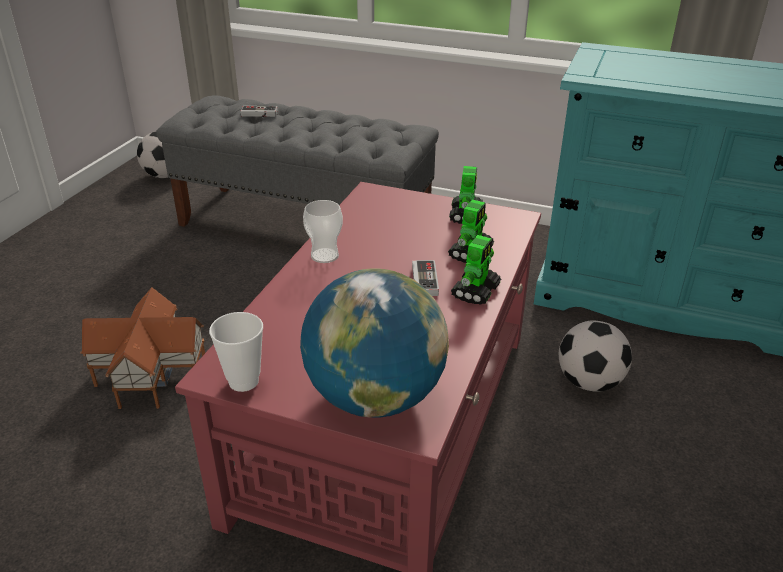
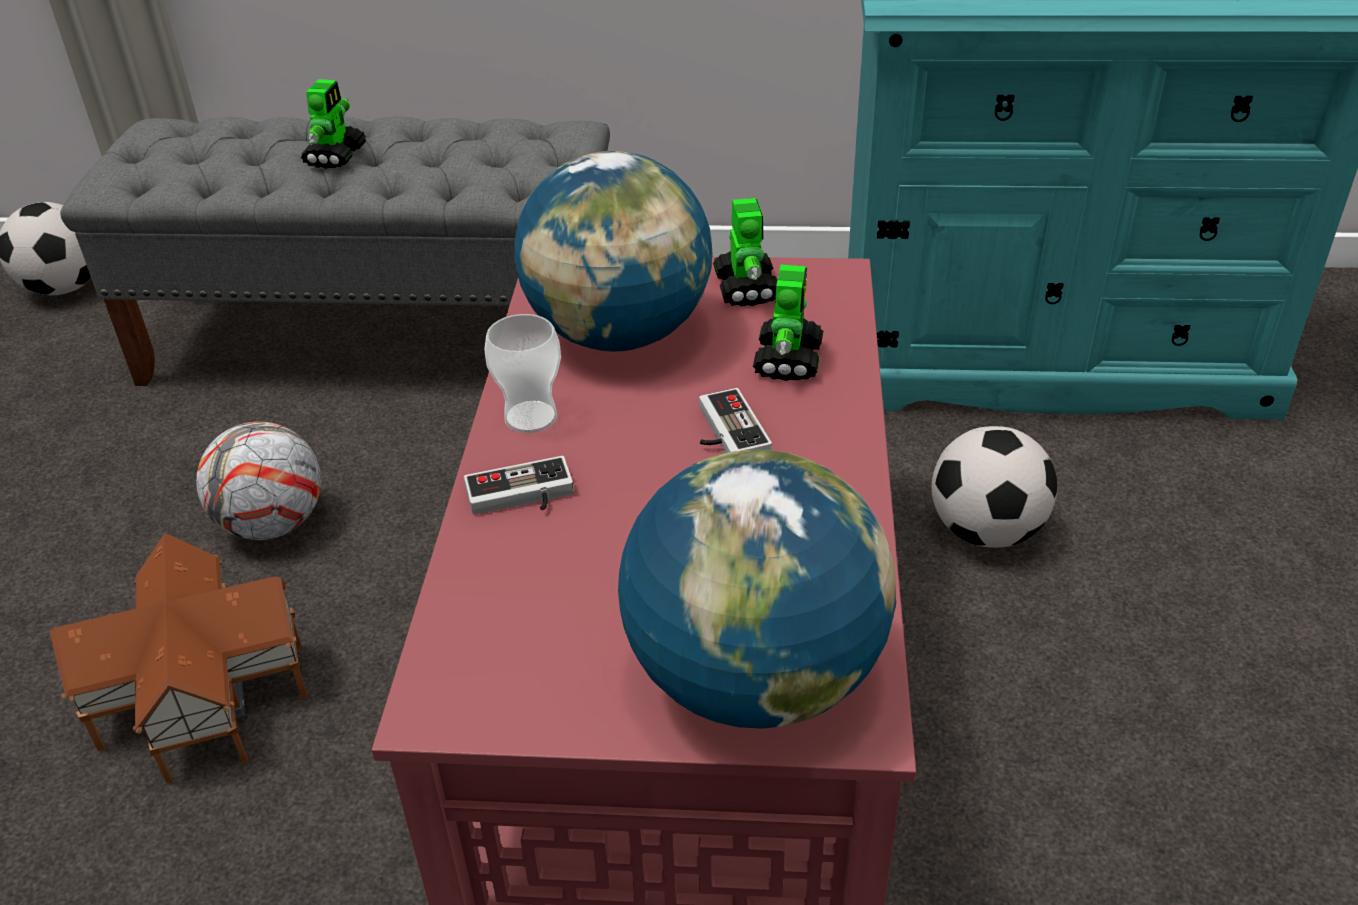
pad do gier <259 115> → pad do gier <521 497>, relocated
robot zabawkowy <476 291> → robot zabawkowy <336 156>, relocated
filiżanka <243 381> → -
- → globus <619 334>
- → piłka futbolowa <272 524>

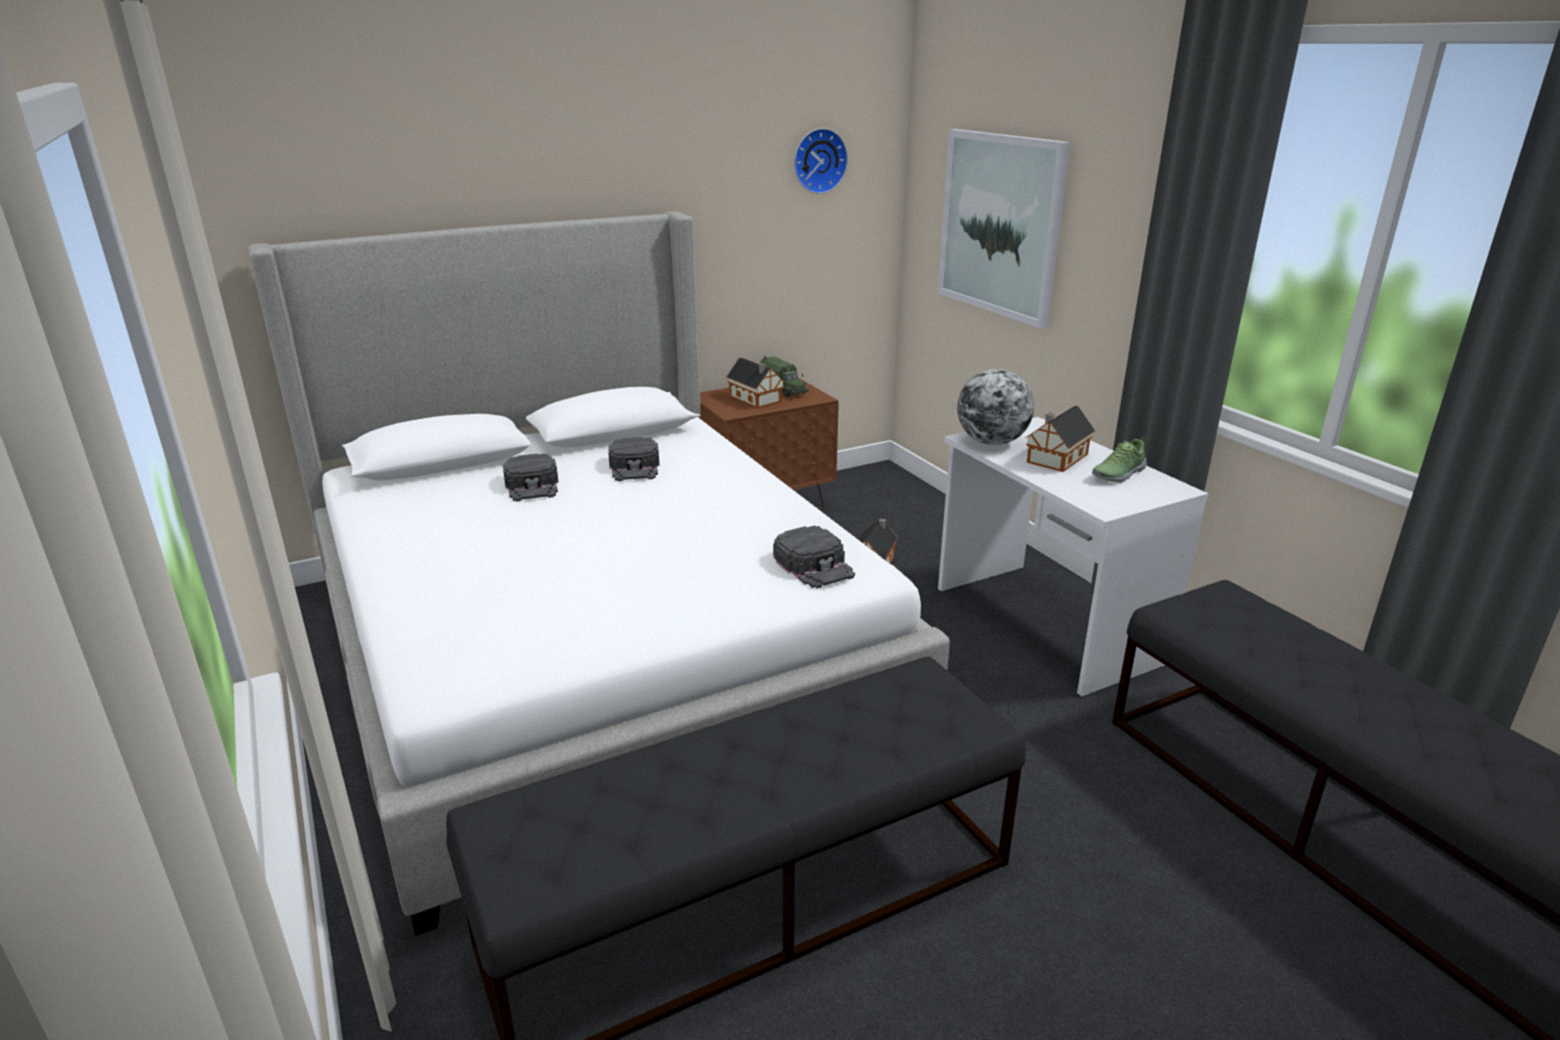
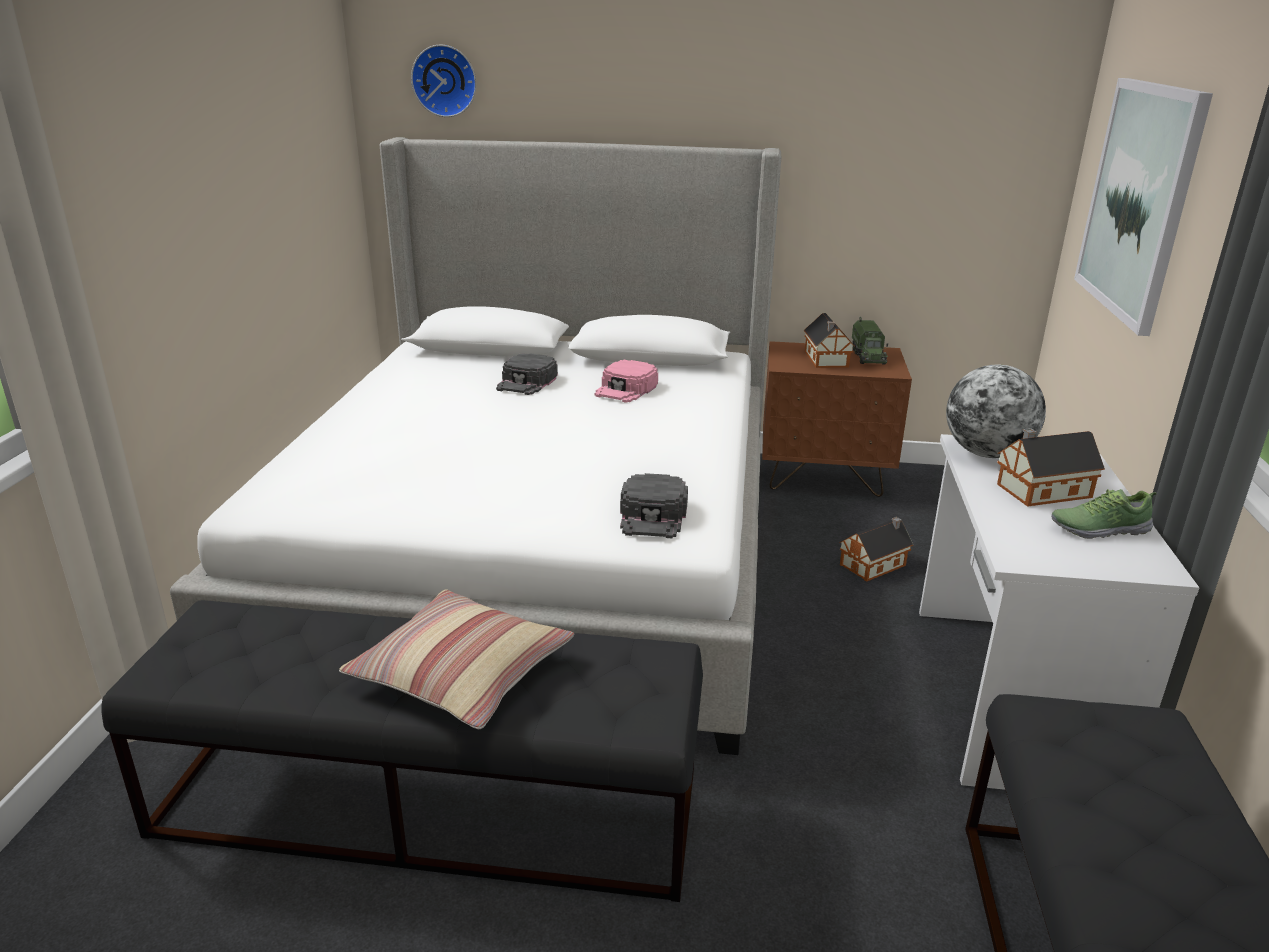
zegar ścienny <818 160> → zegar ścienny <445 81>, relocated
czapka z daszkiem/czarny <635 467> → czapka z daszkiem/różowy <626 389>
- → poduszka <462 673>

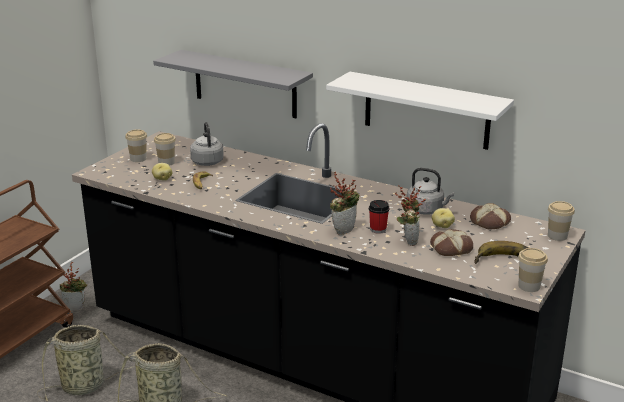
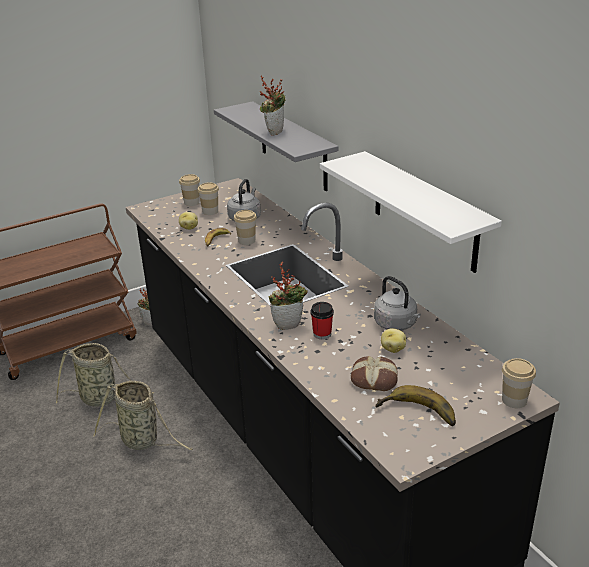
roślina doniczkowa <408 240> → roślina doniczkowa <274 132>, relocated
chleb <490 222> → -
filiżanka <529 286> → filiżanka <246 241>, relocated

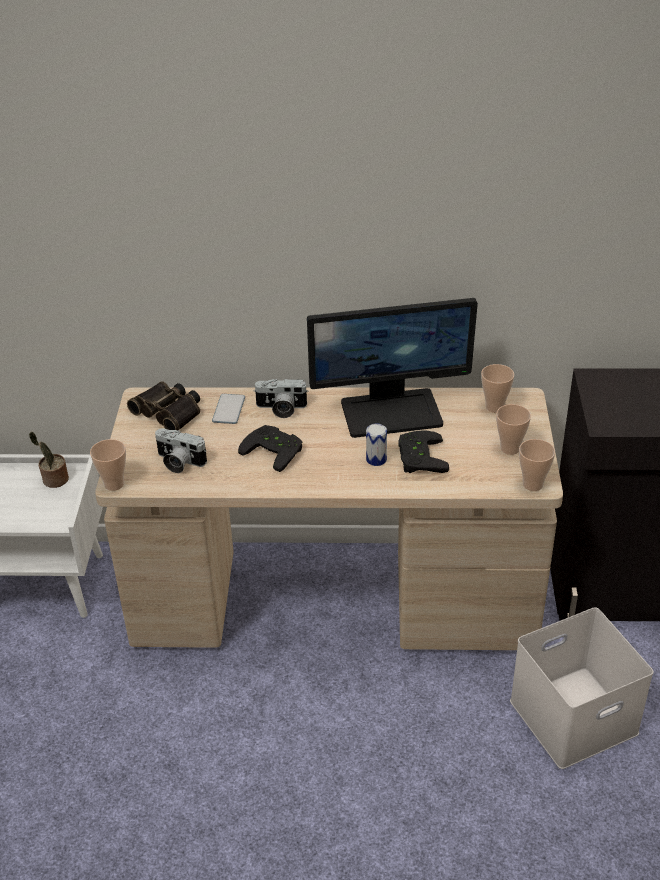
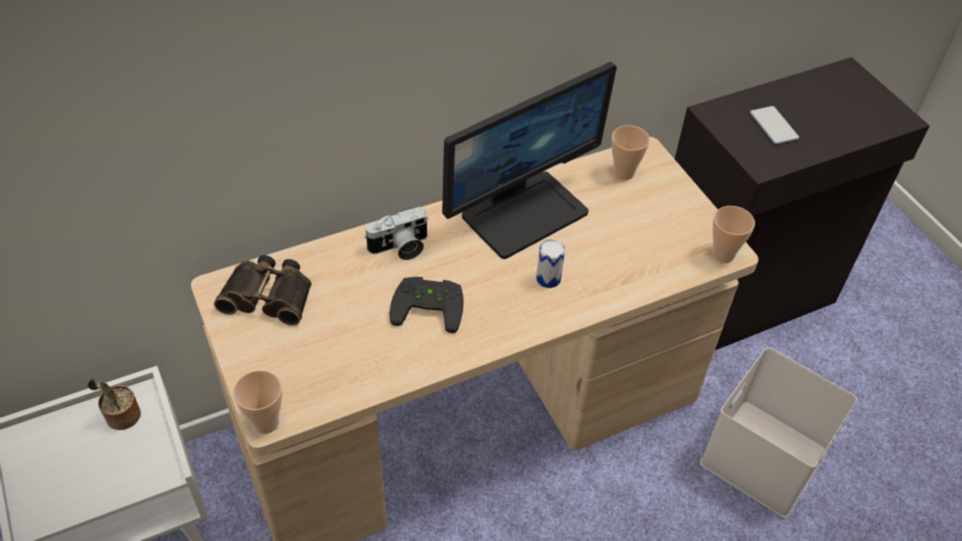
telefon <228 410> → telefon <773 126>, relocated
filiżanka <510 448> → -
aparat fotograficzny <178 462> → -
pad do gier/czarny <418 457> → -

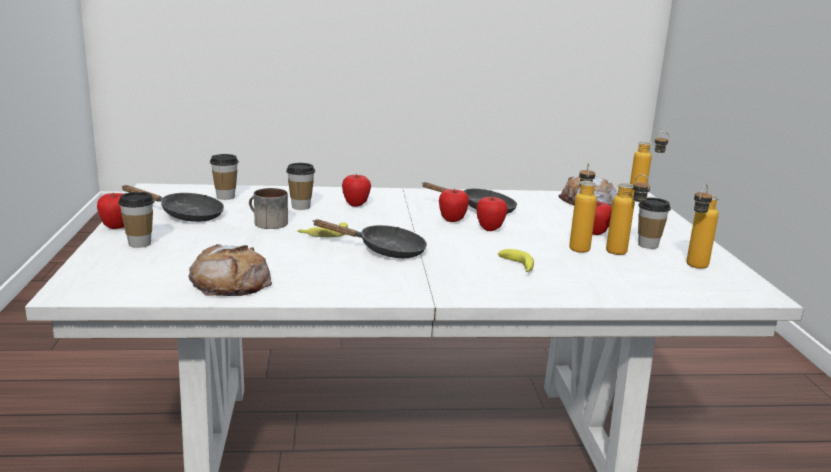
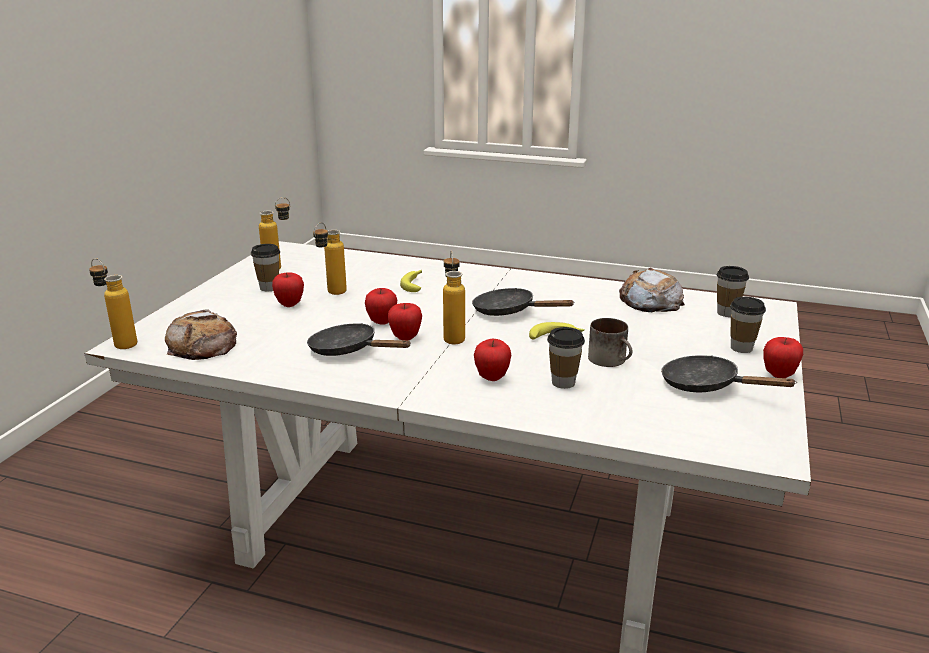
filiżanka <225 197> → filiżanka <727 313>, relocated
butelka <622 254> → butelka <453 336>, relocated

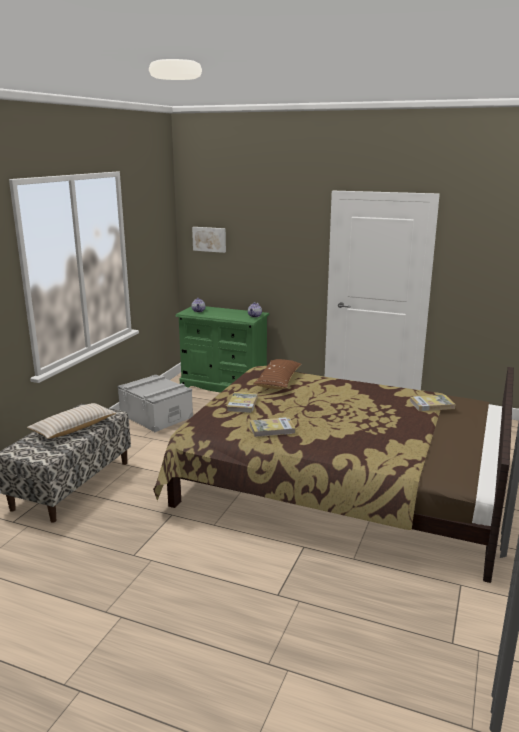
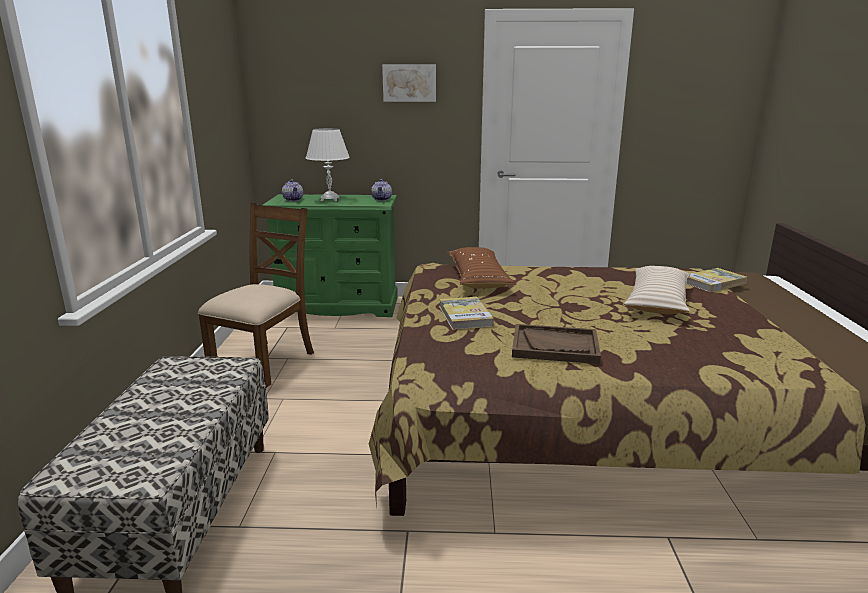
obraz <209 239> → obraz <409 83>, relocated
pojemnik do przechowywania/szary <156 416> → krzesło/brązowy <264 362>
poduszka/beżowy <73 428> → poduszka/beżowy <657 301>, relocated
książka <272 429> → taca/brązowy <555 346>
- → lampa stołowa/biały <330 199>

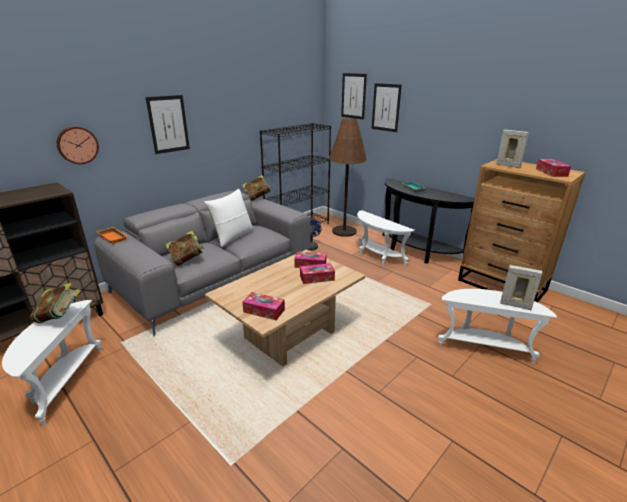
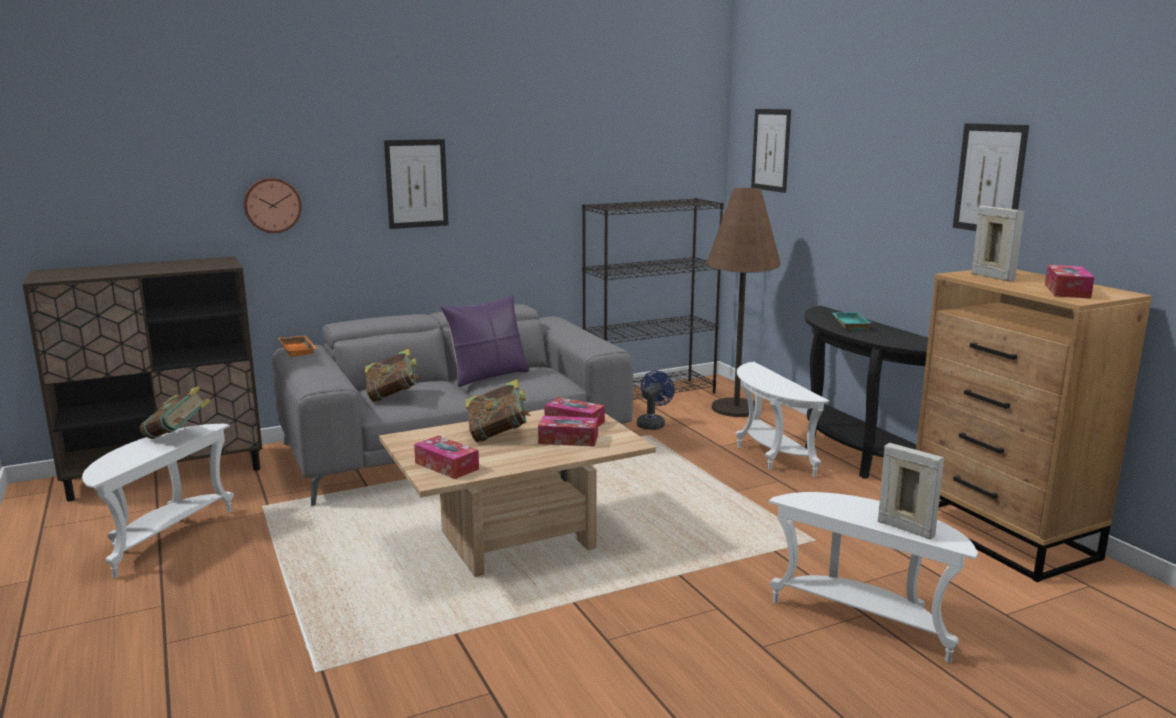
obraz <386 107> → obraz <989 178>, relocated
książka <257 197> → książka <498 435>, relocated
poduszka/biały <232 237> → poduszka/fioletowy <488 376>

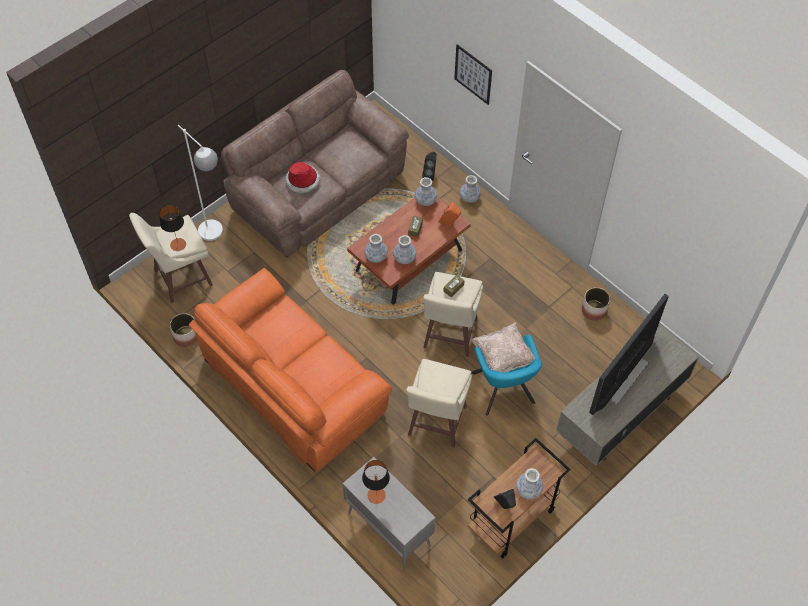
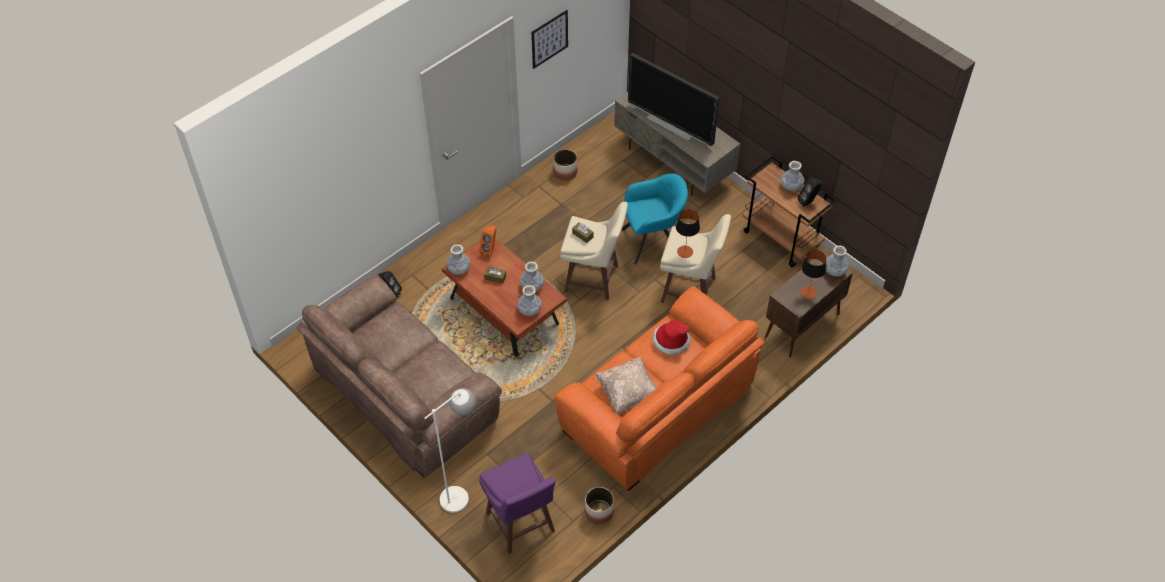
obraz <473 74> → obraz <549 39>, relocated
kapelusz <303 180> → kapelusz <671 340>, relocated
wazon <469 197> → wazon <835 271>, relocated
lampa stołowa <178 244> → lampa stołowa <685 252>, relocated
stołek/beżowy <181 278> → stołek/fioletowy <520 524>
poduszka/beżowy <503 357> → poduszka/beżowy <628 393>, relocated
szafka/szary <388 529> → szafka/brązowy <801 326>

